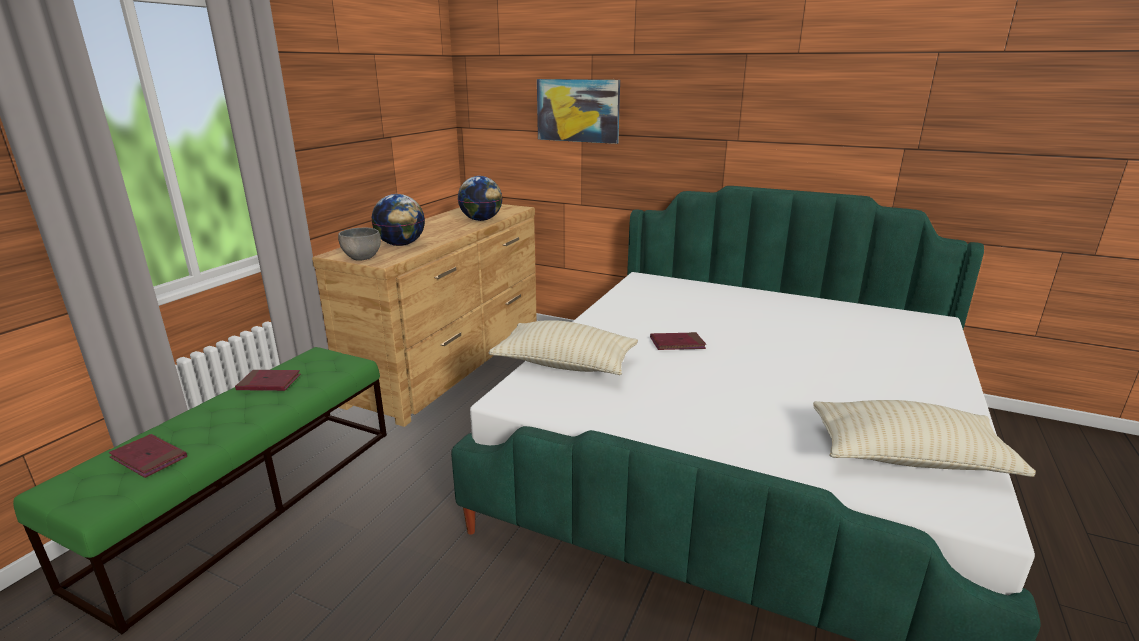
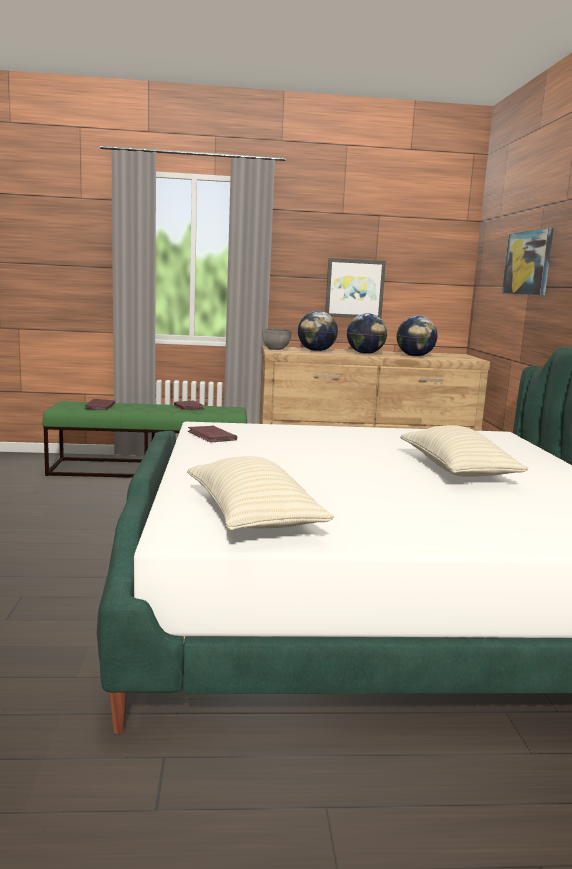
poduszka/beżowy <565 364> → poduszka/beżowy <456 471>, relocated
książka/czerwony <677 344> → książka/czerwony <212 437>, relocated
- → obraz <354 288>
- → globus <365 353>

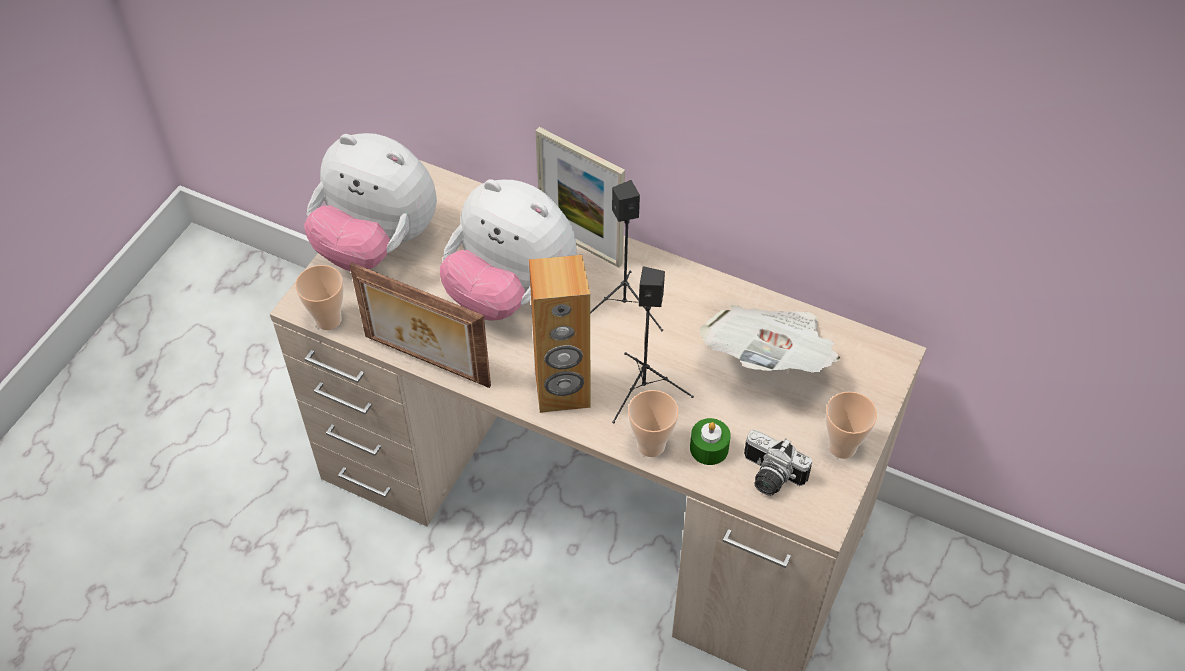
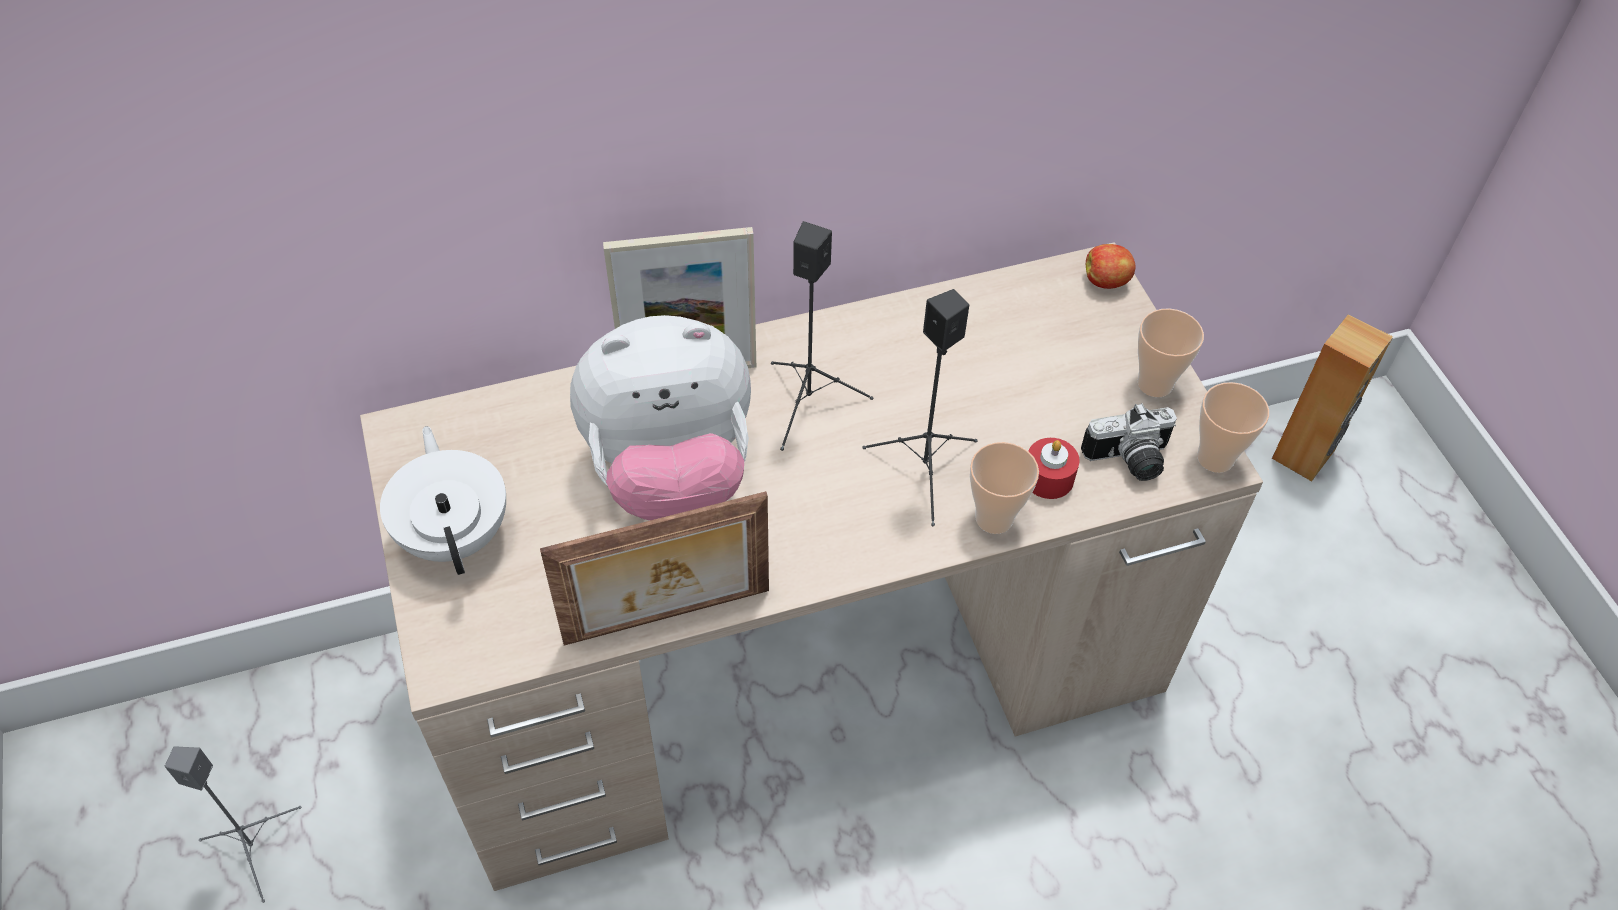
pluszak <377 244> → imbryk/biały <455 533>
głośnik/brązowy <562 391> → głośnik/brązowy <1304 455>, relocated
filiżanka <328 319> → filiżanka <1215 458>, relocated
gazeta <769 359> → -
świeca/zielony <709 448> → świeca/czerwony <1048 478>
- → jabłko <1106 281>
- → głośnik/szary <255 847>

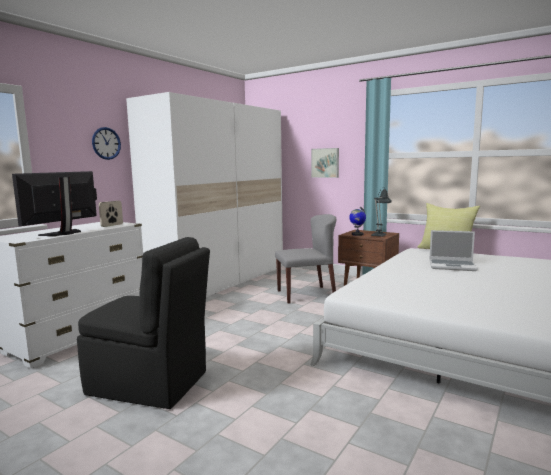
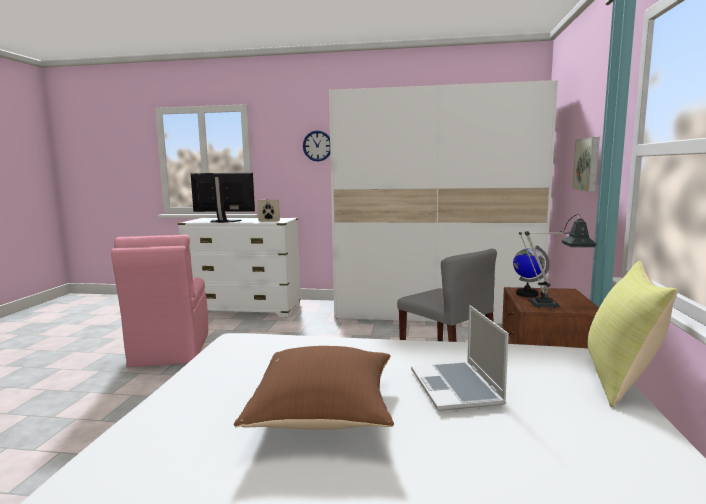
krzesło/czarny <150 384> → krzesło/różowy <170 350>
- → poduszka/brązowy <324 415>

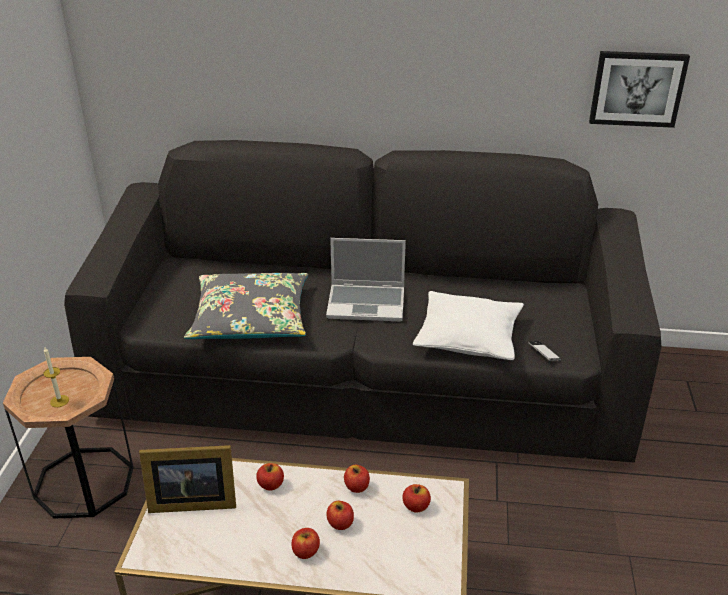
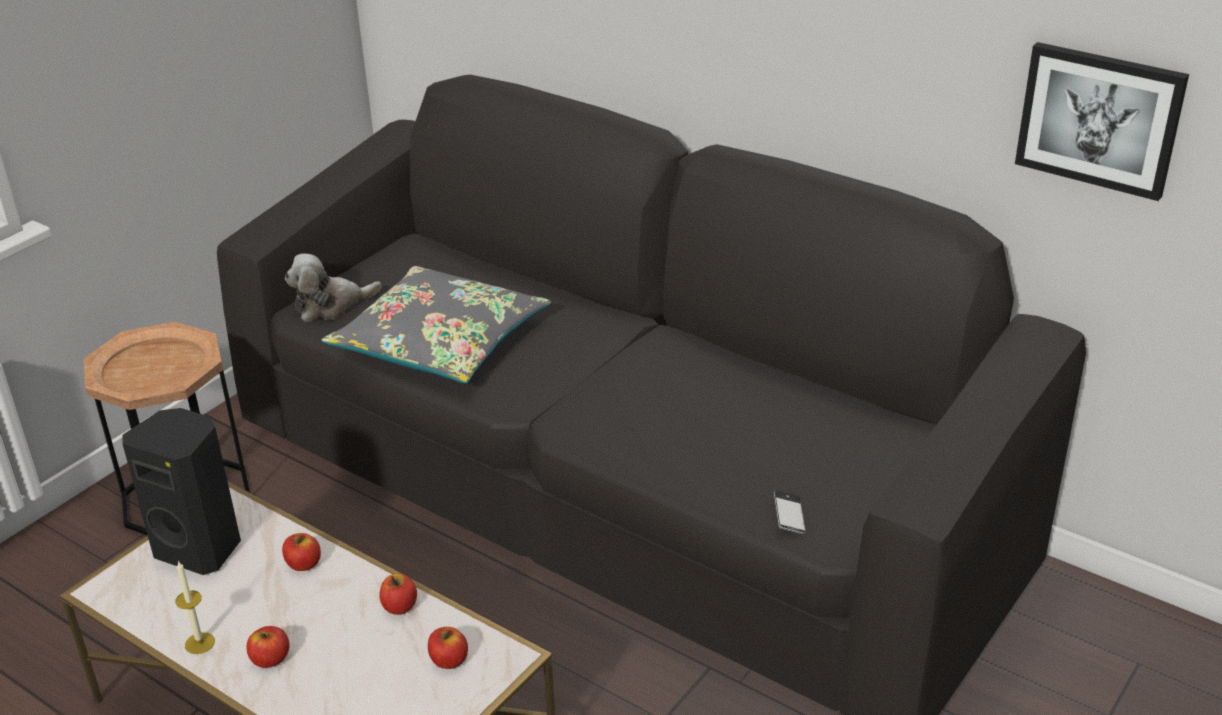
laptop <367 303> → -
poduszka/biały <468 338> → -
świeca <59 401> → świeca <200 643>, relocated
ramka na zdjęcie <190 501> → głośnik/czarny <201 548>
jabłko <340 523> → -
- → pluszak <331 305>

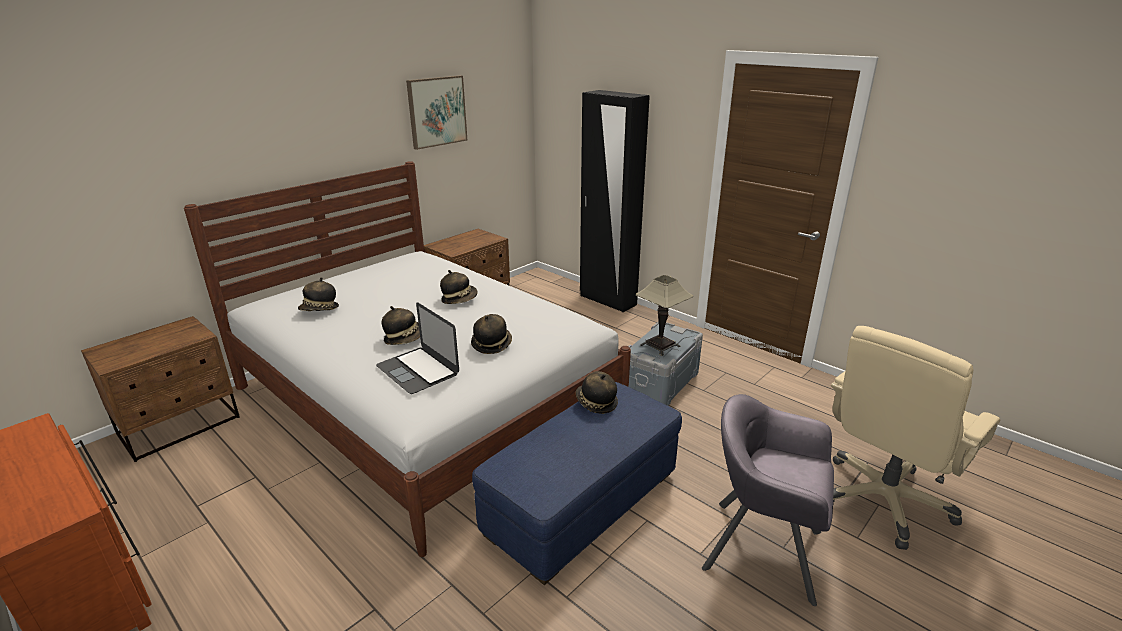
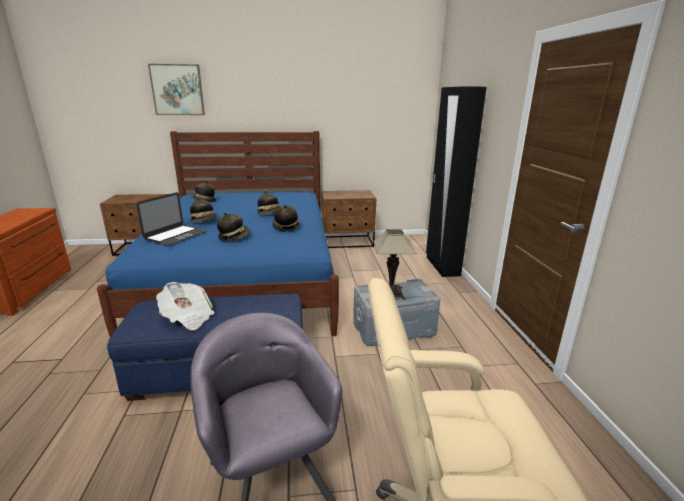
obraz <437 111> → obraz <177 90>, relocated
łóżko/biały <425 400> → łóżko/niebieski <245 278>
laptop <418 370> → laptop <176 235>, 150 degrees counterclockwise
kapelusz <595 403> → kapelusz <286 227>, relocated
- → gazeta <187 317>

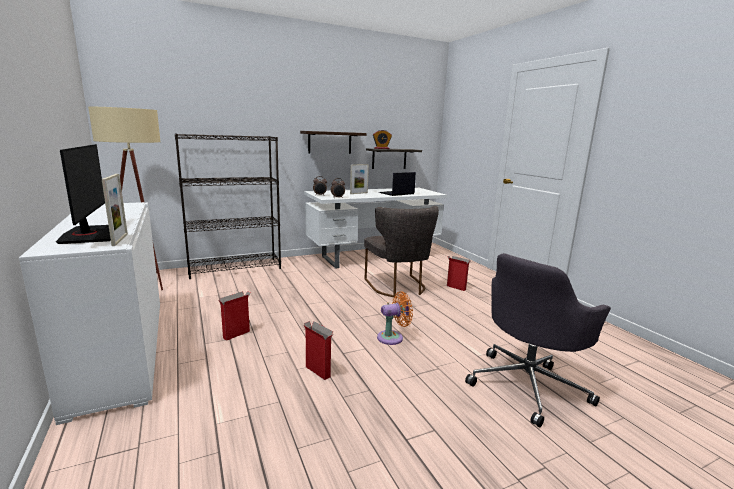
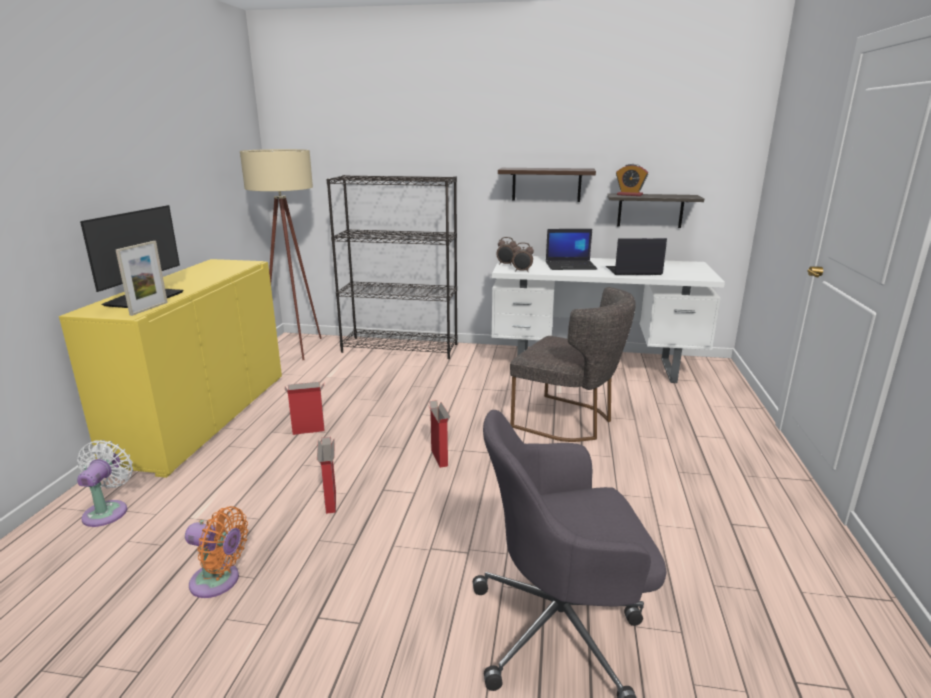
ramka na zdjęcie <359 193> → laptop <571 266>
szafka/biały <121 351> → szafka/żółty <204 417>
krzesło/szary <398 287> → krzesło/szary <569 421>, 75 degrees counterclockwise
karton <455 287> → karton <439 457>, relocated
wentylator/pomarańczowy <393 337> → wentylator/pomarańczowy <219 582>, relocated
- → wentylator/biały <108 511>

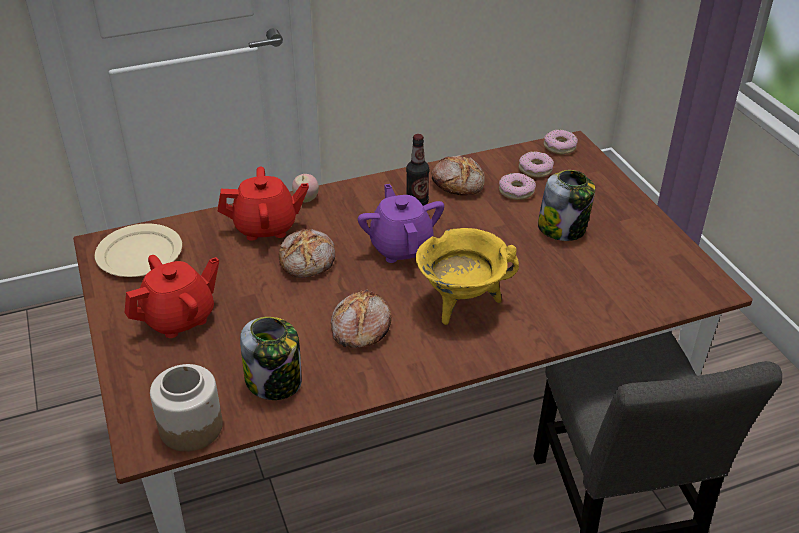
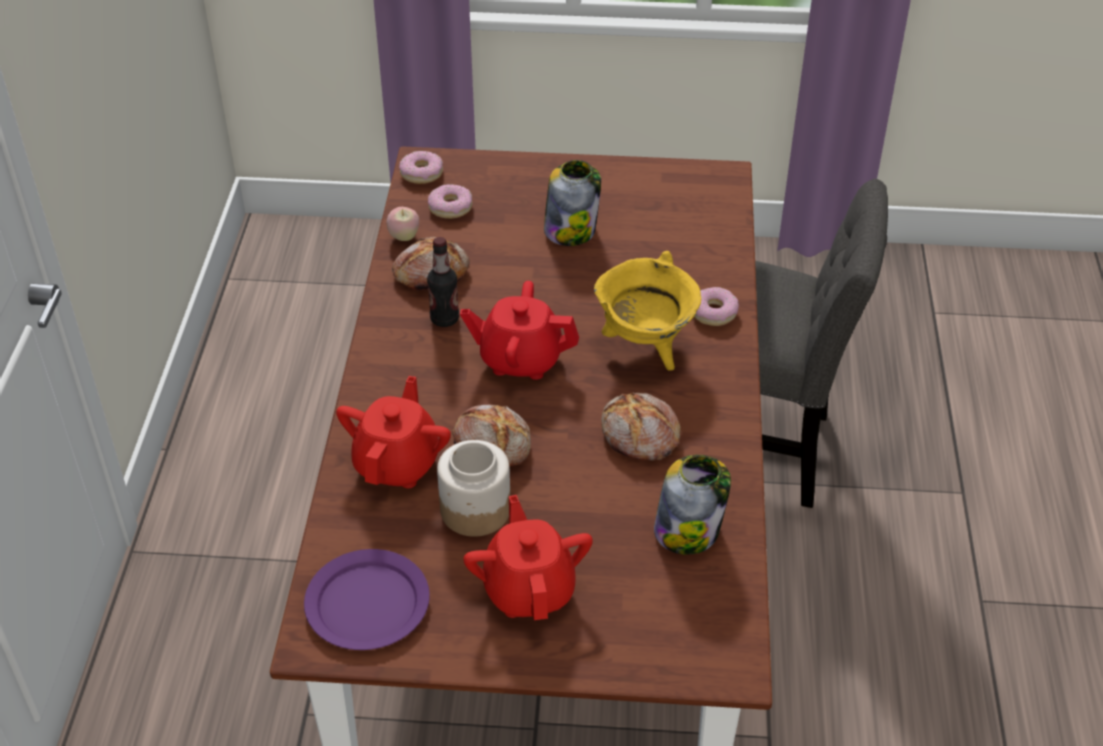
donut <516 191> → donut <713 312>, relocated
jabłko <306 199> → jabłko <404 237>, relocated
imbryk/fioletowy <401 247> → imbryk/czerwony <520 359>
talerz/beżowy <139 254> → talerz/fioletowy <367 604>
słoik <191 427> → słoik <474 509>, relocated

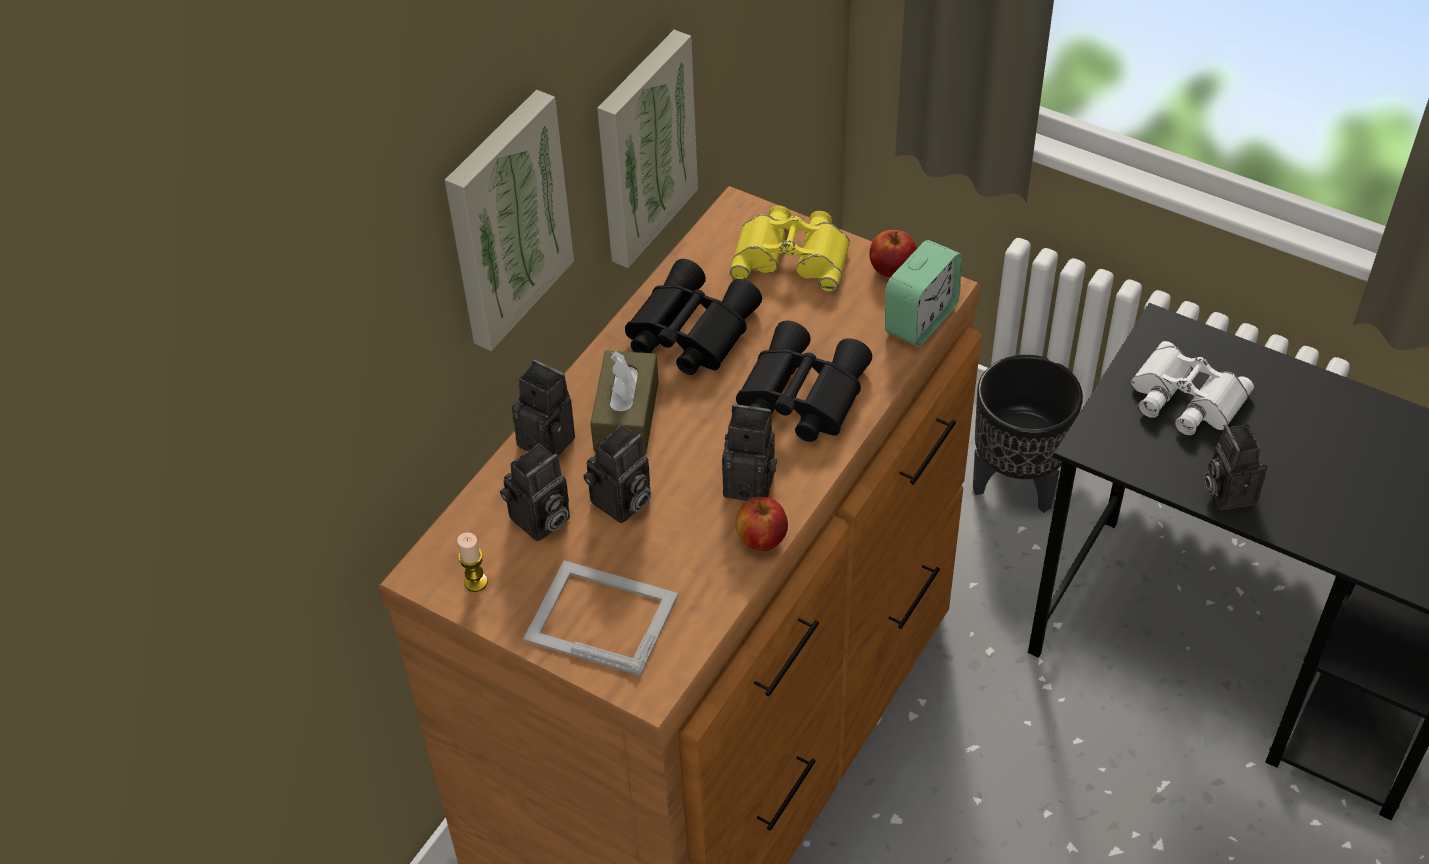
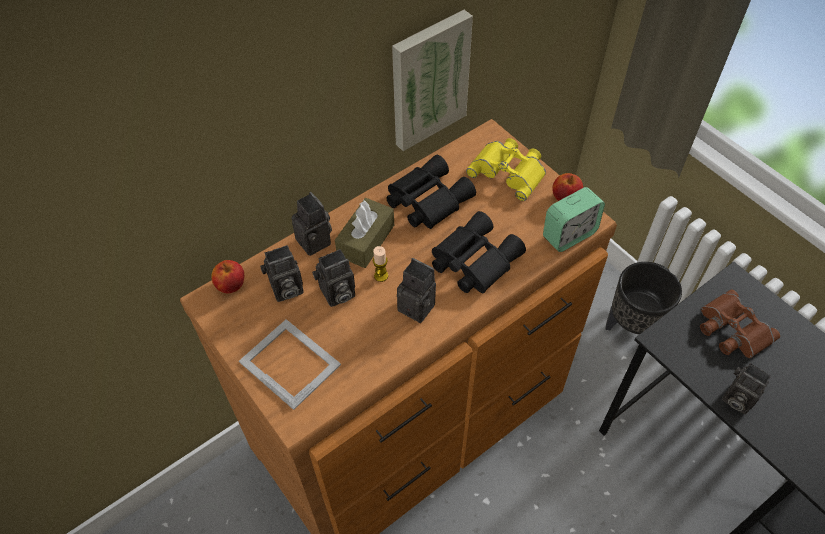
obraz <504 219> → -
lornetka/biały <1184 399> → lornetka/brązowy <731 329>
aparat fotograficzny <1226 490> → aparat fotograficzny <736 399>, 60 degrees counterclockwise
jabłko <761 540> → jabłko <231 285>, relocated
świeca <476 582> → świeca <381 276>, relocated

